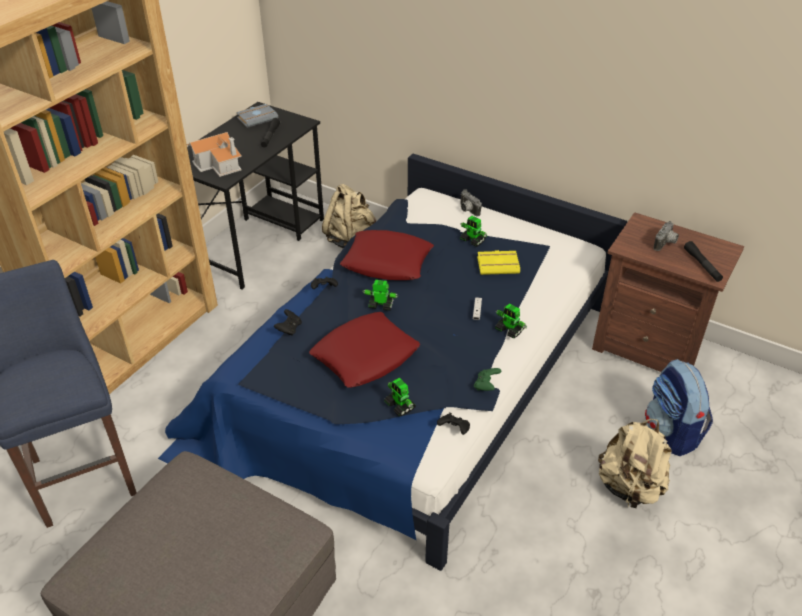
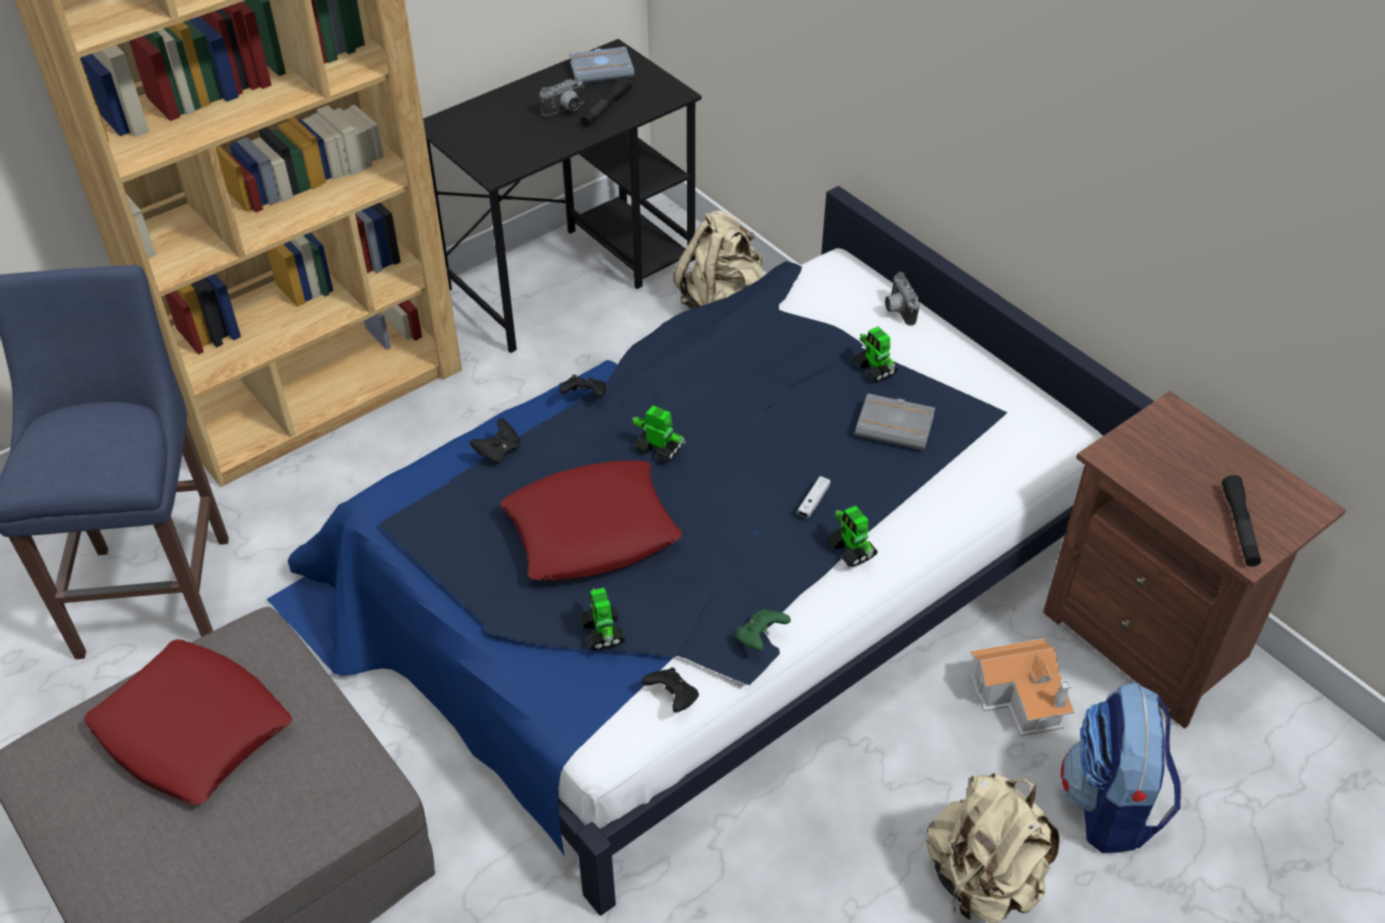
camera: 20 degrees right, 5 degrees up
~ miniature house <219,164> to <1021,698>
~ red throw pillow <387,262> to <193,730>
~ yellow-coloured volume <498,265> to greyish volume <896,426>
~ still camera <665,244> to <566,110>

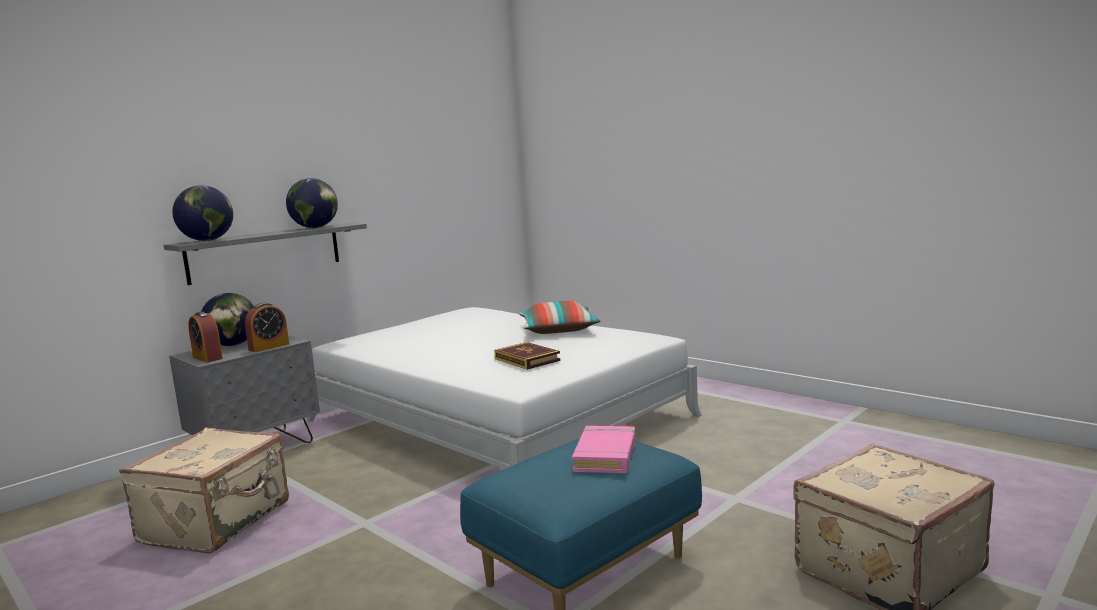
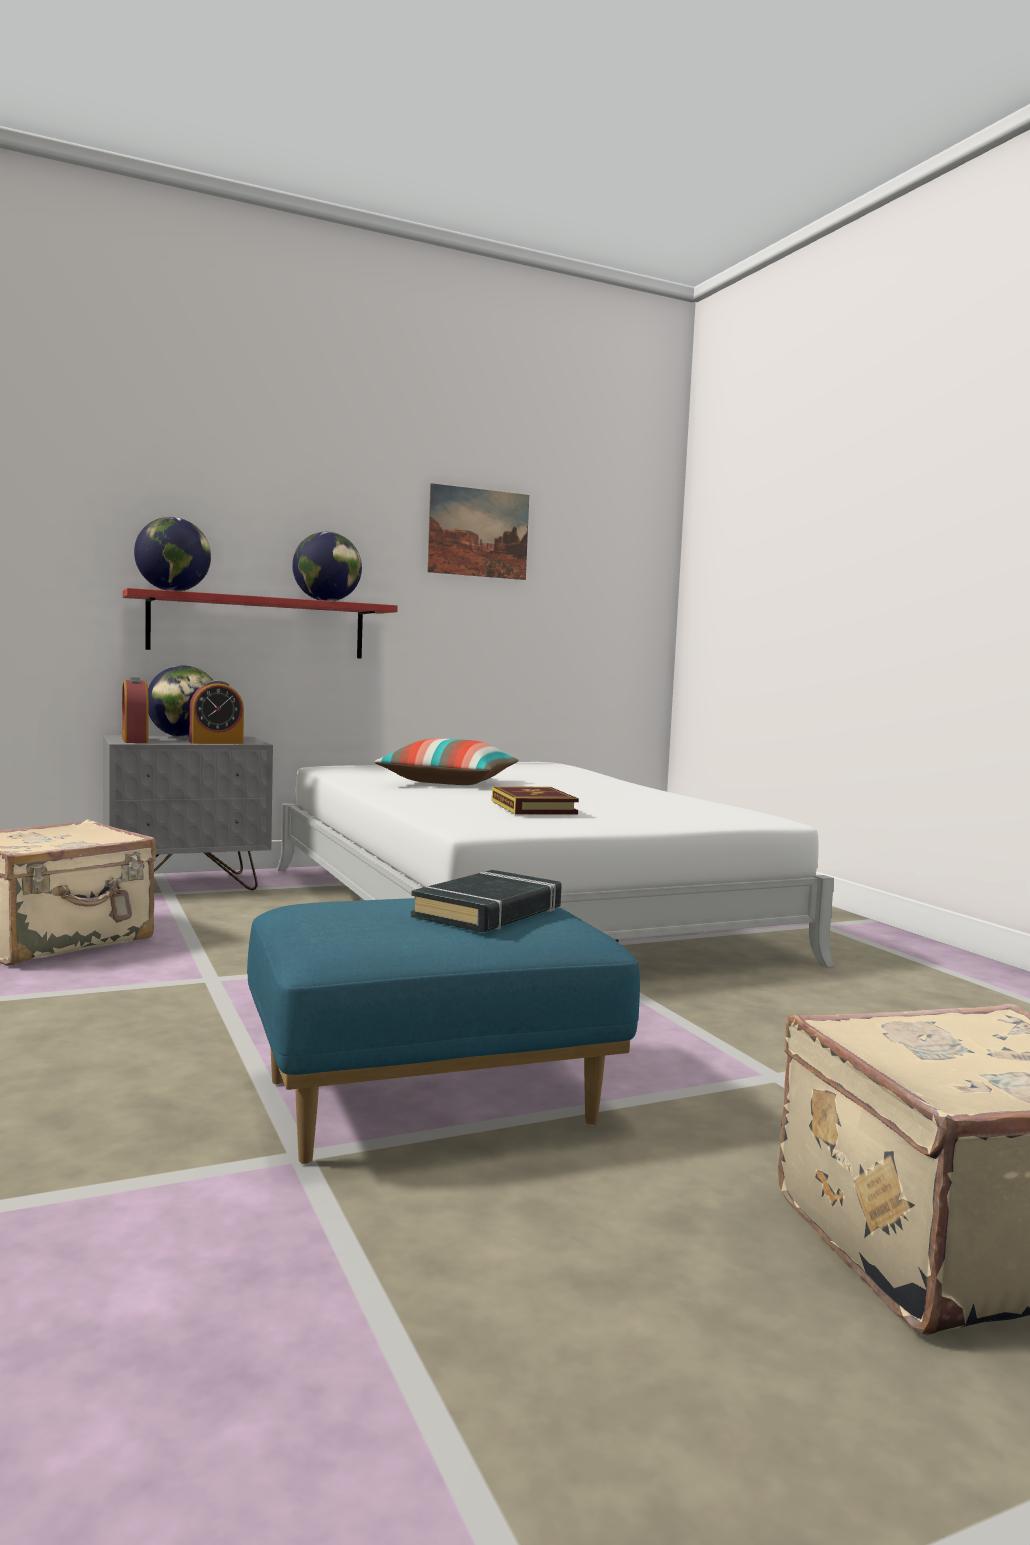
camera: 20 degrees right, 5 degrees down
~ greyish wall shelf <265,252> to red wall shelf <258,626>
~ throw pillow <558,330> to <448,782>
~ pink volume <606,455> to blackish volume <489,912>
+ picture <478,533>

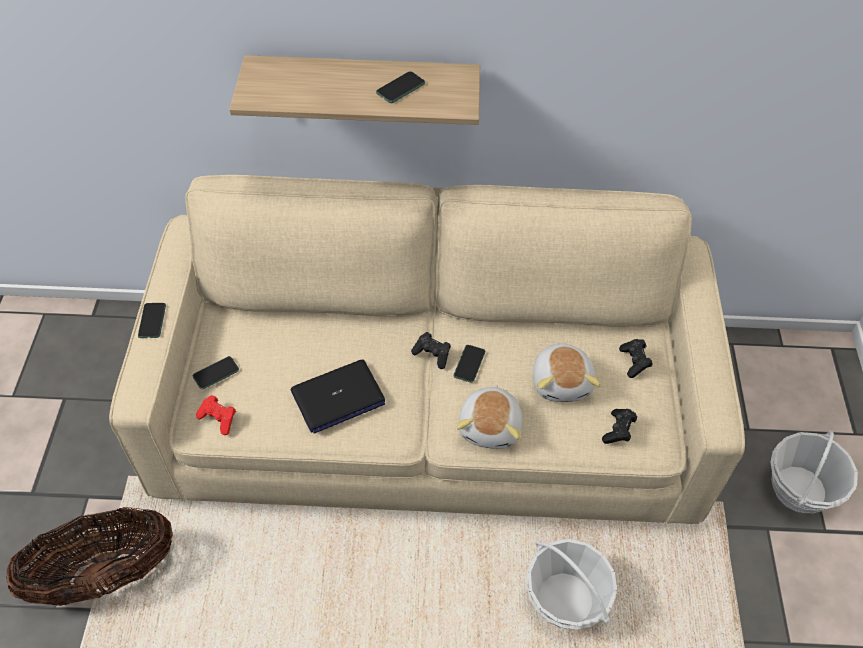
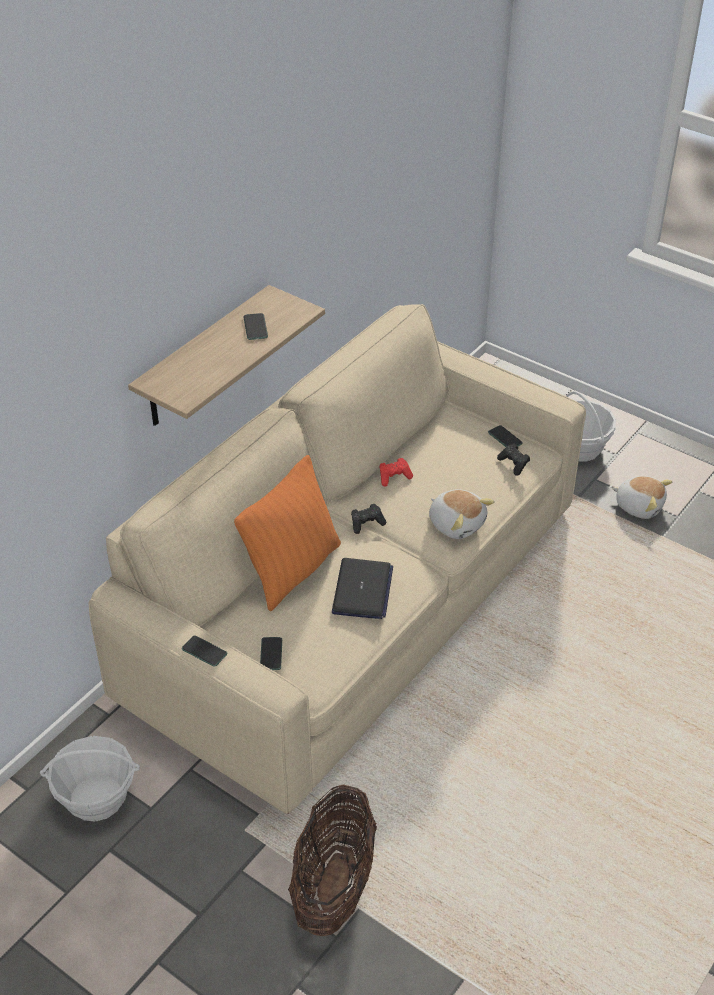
camera: 55 degrees left, 10 degrees down
~ red joypad <219,419> to <394,477>
~ phone <469,364> to <505,438>
~ household basket <565,600> to <97,798>
~ cuddly toy <562,382> to <639,505>
- blackish joypad <634,362>
+ orangey throw pillow <293,570>

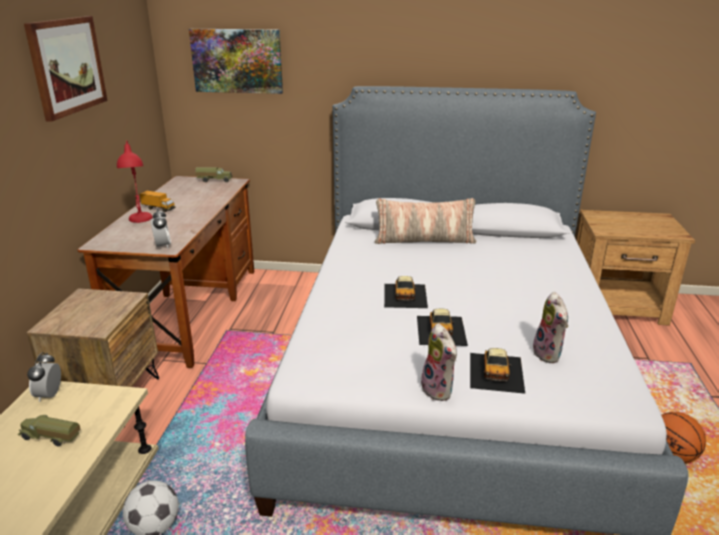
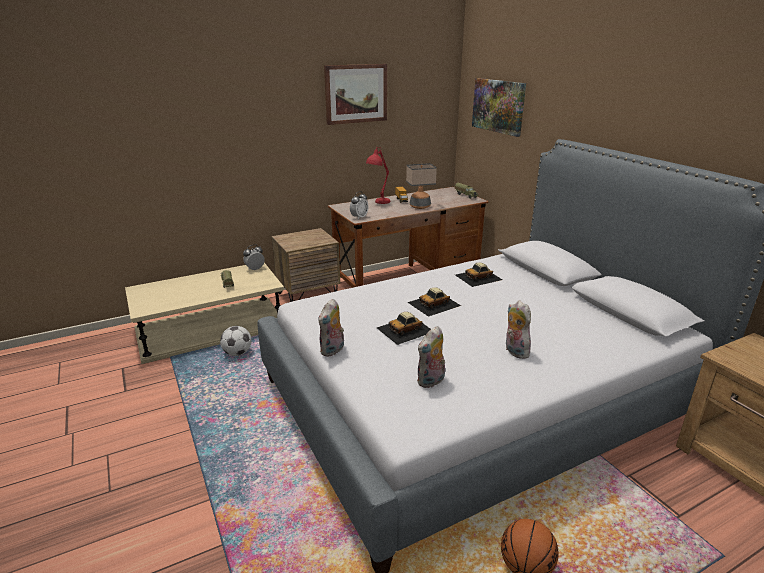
camera: 55 degrees right, 0 degrees up
- throw pillow <424,240>
~ miniature car <496,372> to <478,277>
+ lamp for a table <419,206>
+ cuddly toy <514,351>

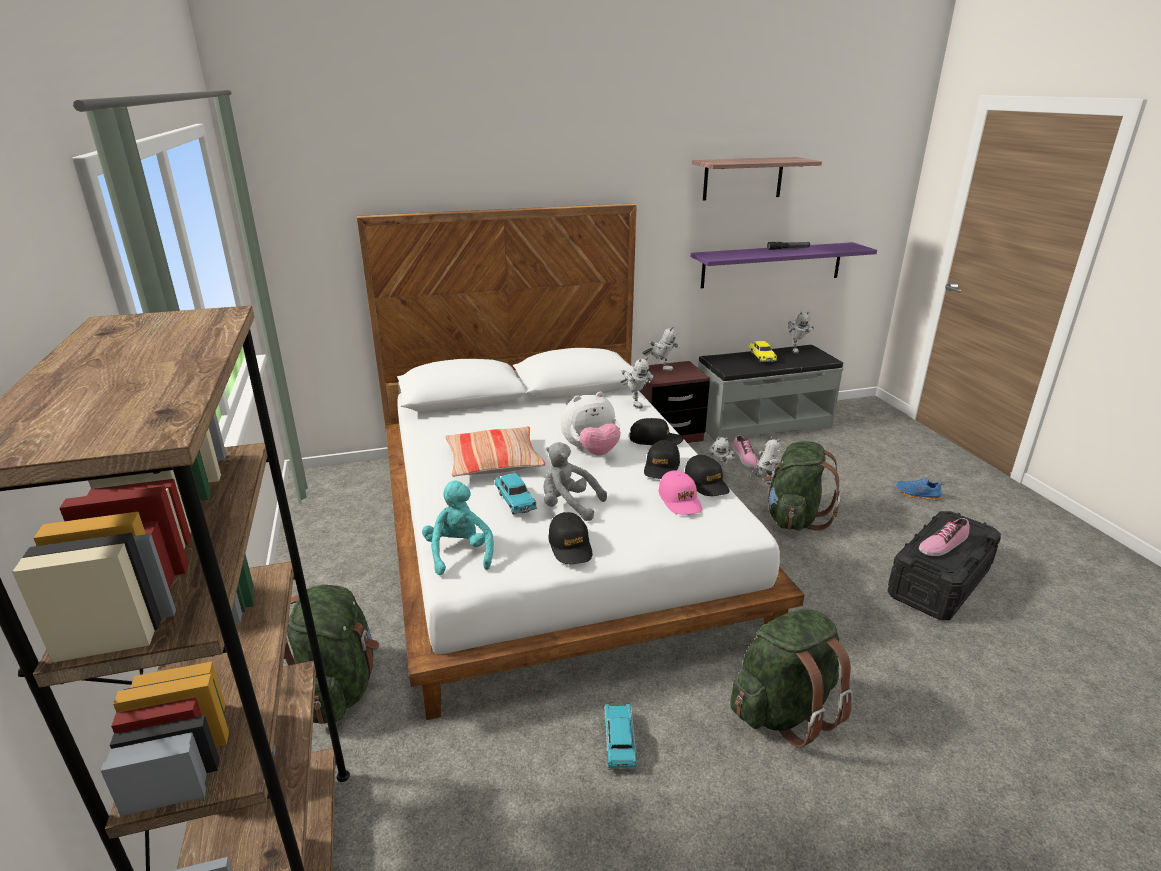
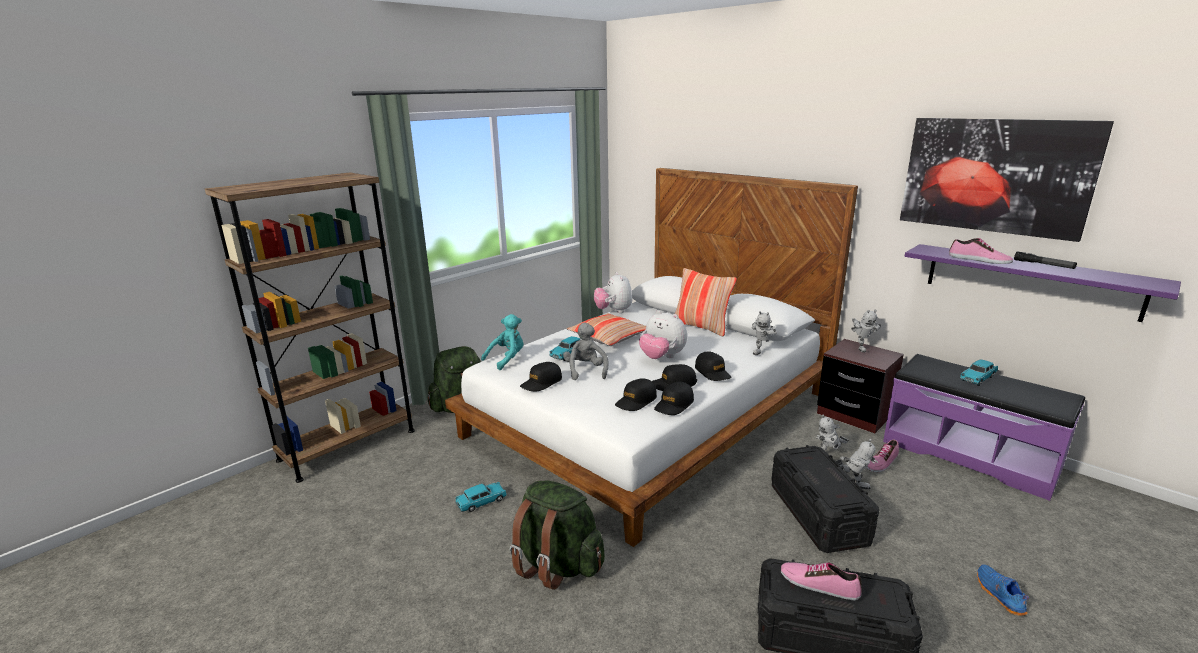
camera: 60 degrees right, 5 degrees down
~ pink baseball cap <680,500> to blackish baseball cap <636,401>
~ wall shelf <743,178> to picture <995,176>
~ greyish bench <761,423> to purplish bench <969,454>
~ yellow-coloured miniature car <762,357> to turquoise-coloured miniature car <977,378>
~ green rucksack <794,518> to blackish storage box <818,514>
- model robot <795,350>
+ cuddly toy <614,311>
+ throw pillow <701,327>
+ shoe <979,260>

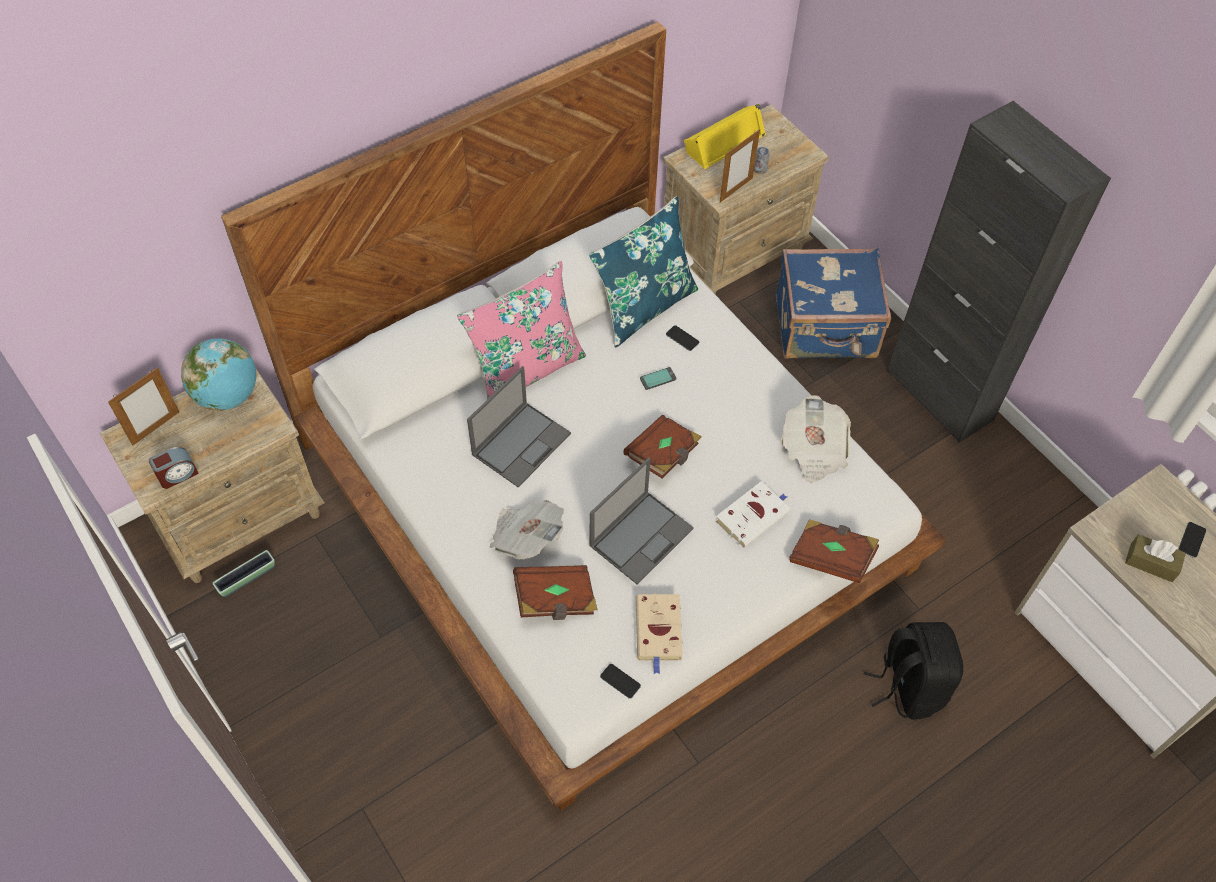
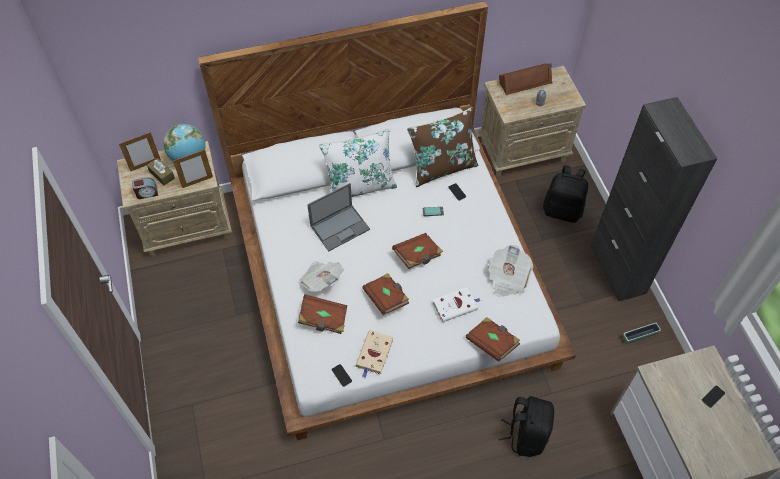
camera: 20 degrees right, 0 degrees up
~ planter <247,578> to <639,336>
~ pink throw pillow <526,369> to whitish throw pillow <360,186>
~ bluish throw pillow <643,306> to brown-coloured throw pillow <442,167>
~ portable computer <642,536> to brown-coloured volume <386,298>
~ yellow-coloured speaker <723,141> to brown-coloured speaker <524,81>
~ picture frame <736,190> to <197,182>
~ bluish suitcase <826,328> to blackish rucksack <562,210>
~ brown-coloured box of tissues <1151,563> to <162,175>

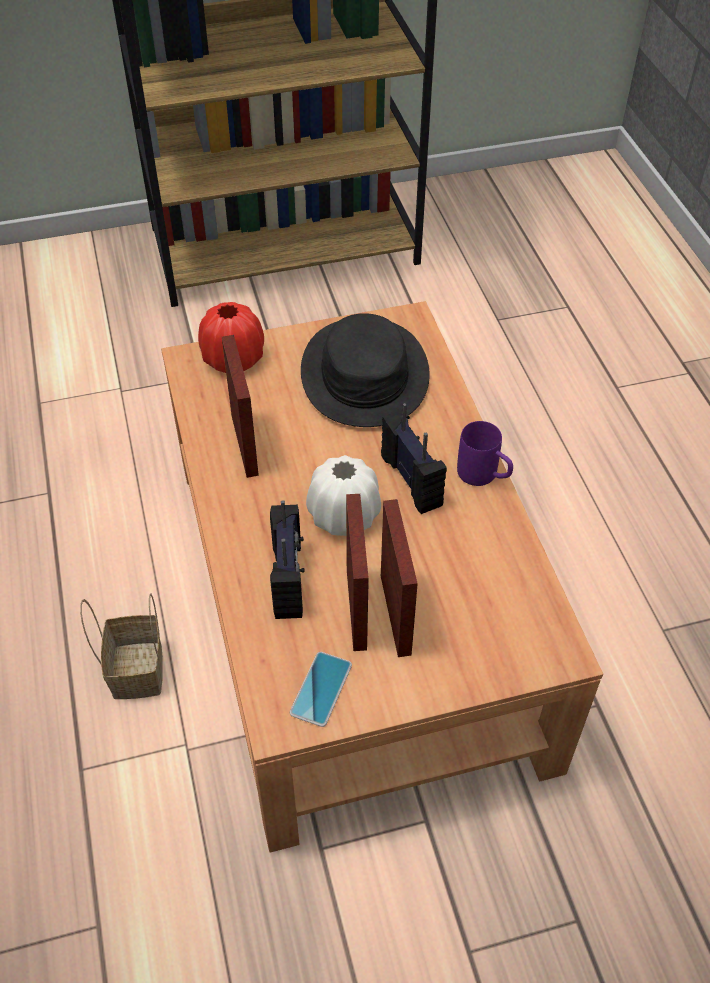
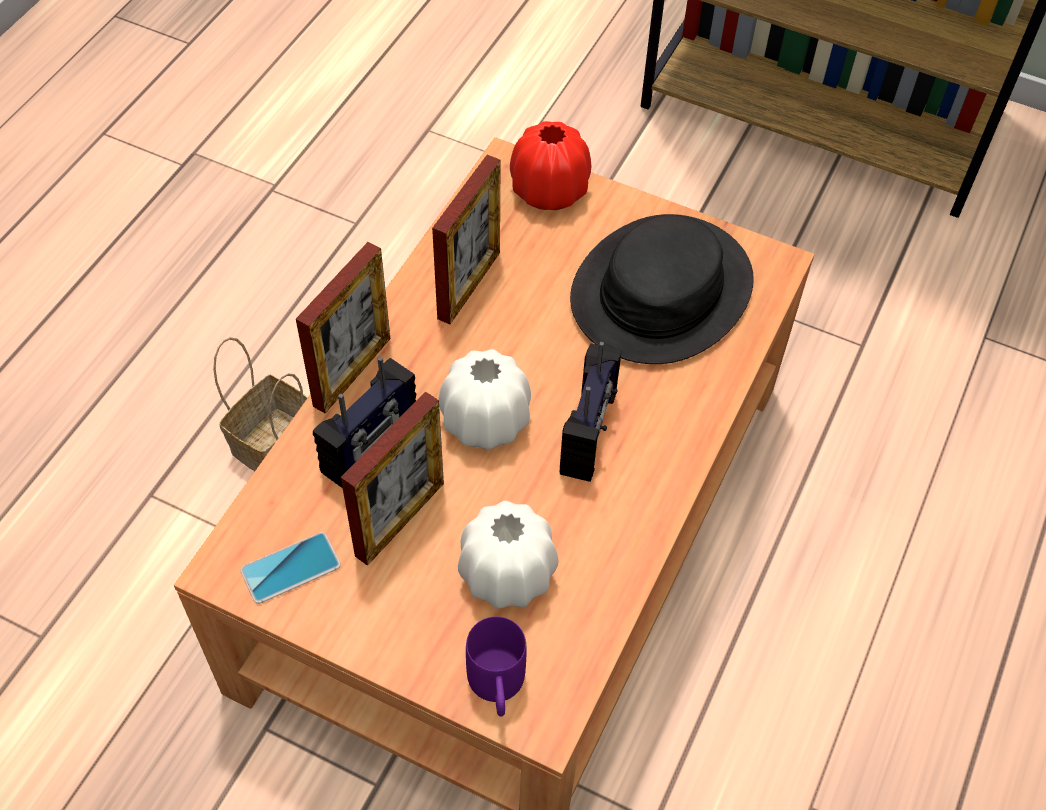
camera: 40 degrees right, 5 degrees up
~ picture frame <395,614> to <352,372>
~ purplish tea mug <484,476> to <497,689>
+ whitish decorative vase <507,574>

